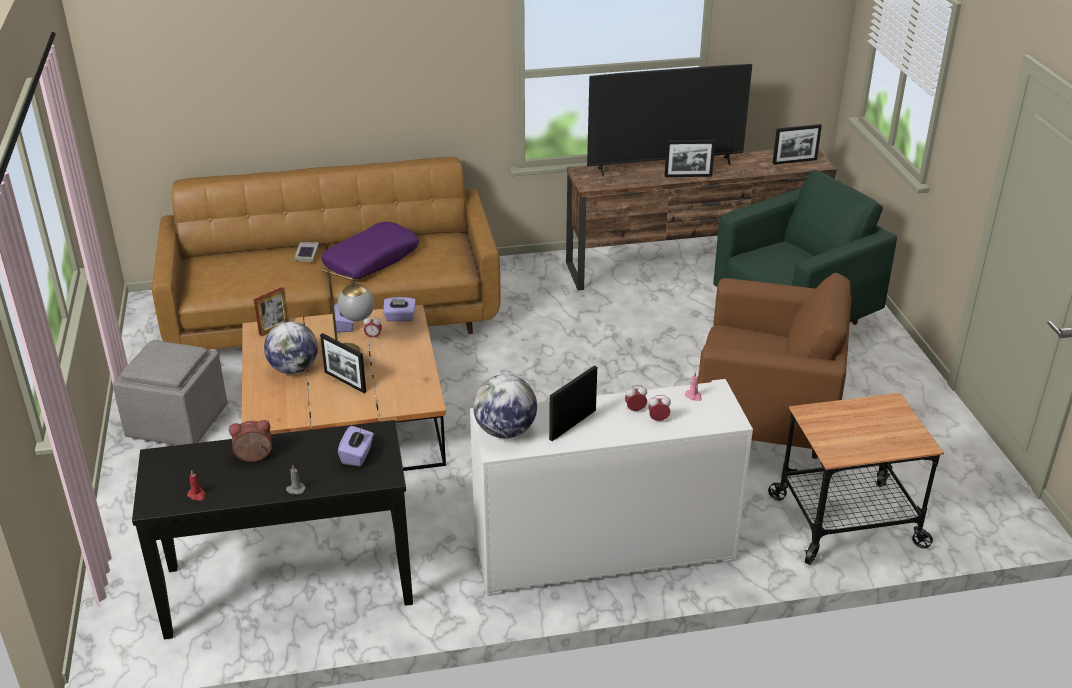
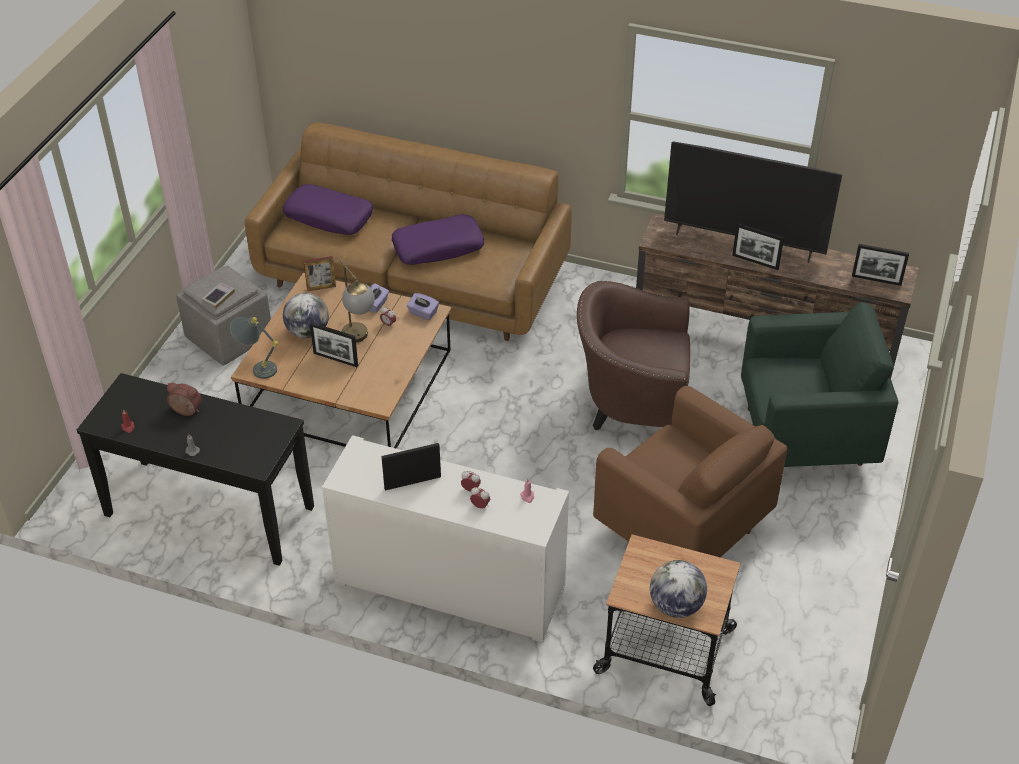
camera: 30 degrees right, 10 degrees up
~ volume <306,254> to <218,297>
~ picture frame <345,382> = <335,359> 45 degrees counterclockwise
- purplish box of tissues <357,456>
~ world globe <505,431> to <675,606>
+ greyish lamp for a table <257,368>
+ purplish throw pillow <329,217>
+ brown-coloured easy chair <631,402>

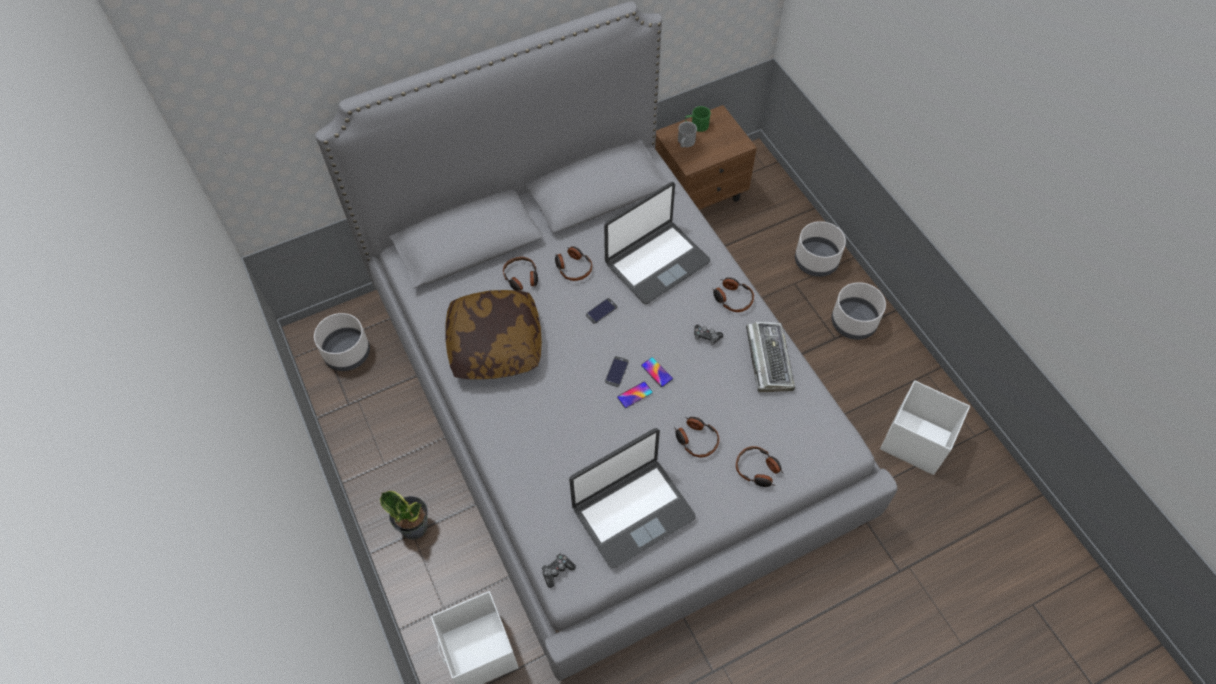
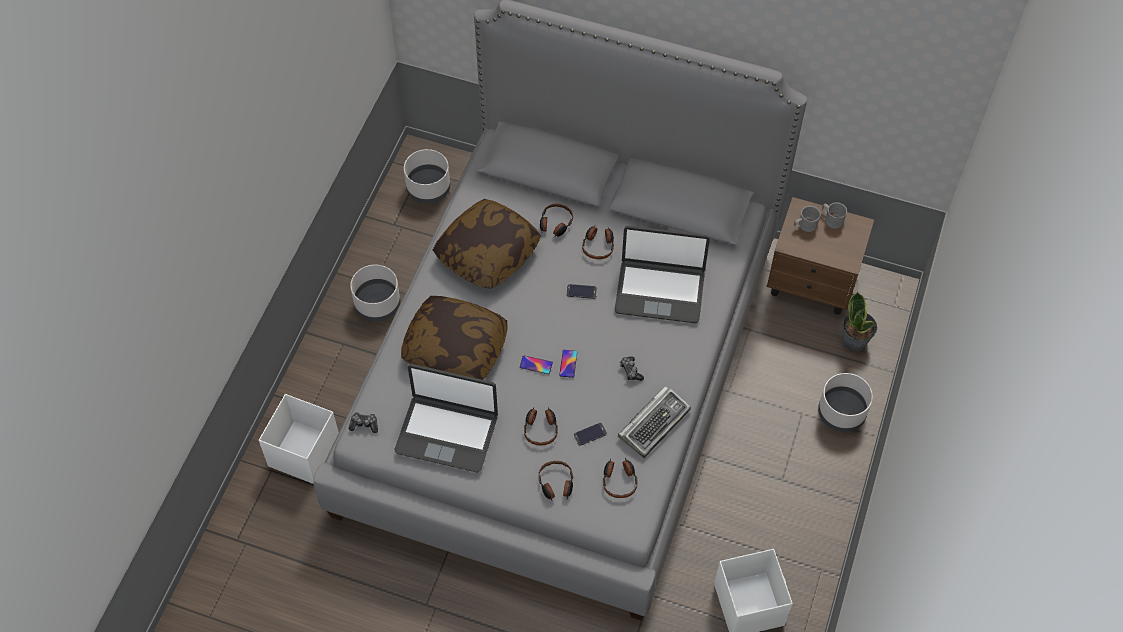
camera: 45 degrees right, 0 degrees up
~ plant in a pot <414,526> to <854,341>
~ phone <617,371> to <590,434>
~ green tea mug <697,125> to greyish tea mug <831,219>
~ headphones <732,298> to <619,480>
~ greyish planter <853,323> to <377,304>
+ throw pillow <455,348>

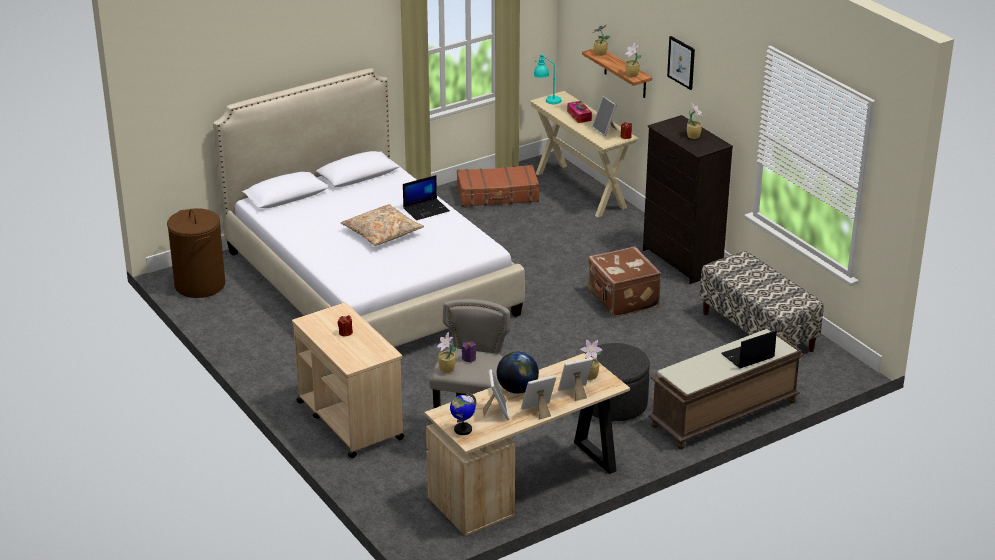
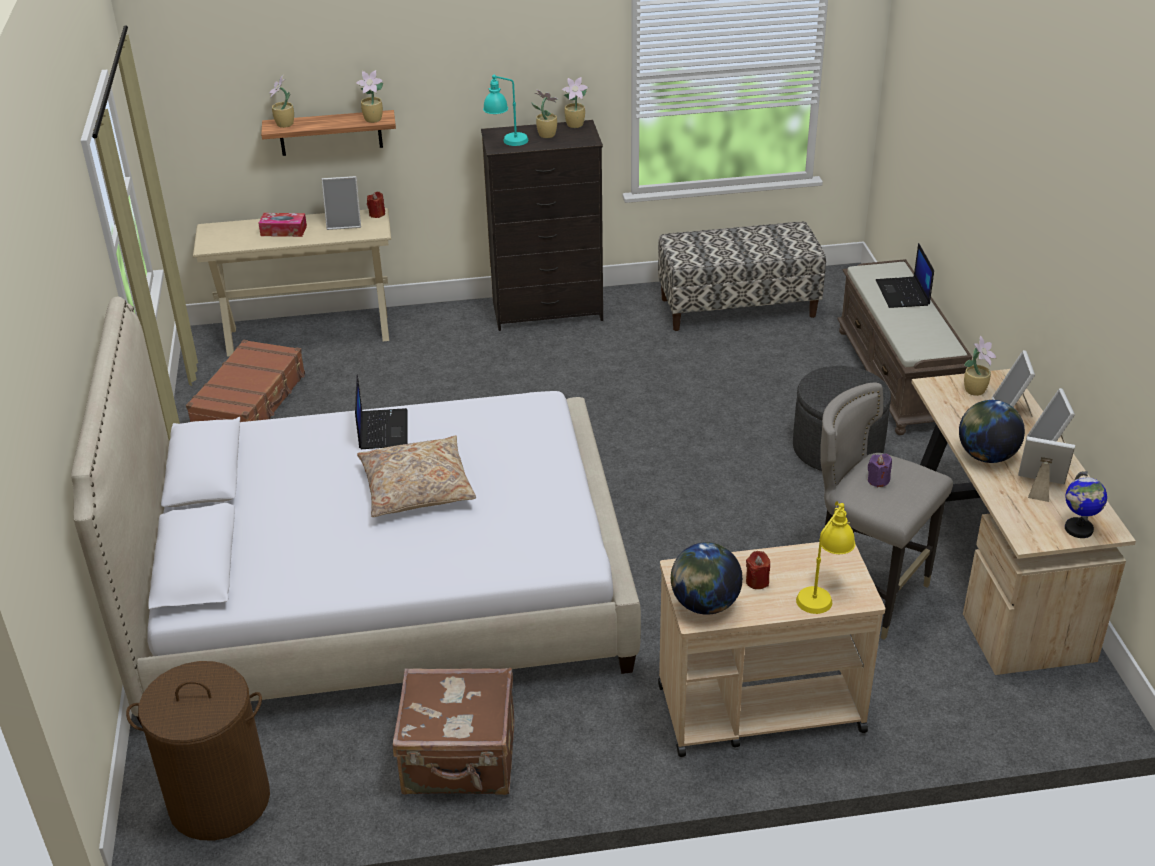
camera: 65 degrees left, 5 degrees up
~ plant in a pot <446,369> to <576,125>
~ turquoise-coloured lamp for a table <547,99> to <507,143>
~ brown-coloured suitcase <622,299> to <460,760>
- picture <681,62>
+ world globe <704,604>
+ yellow-coloured lamp for a table <822,592>

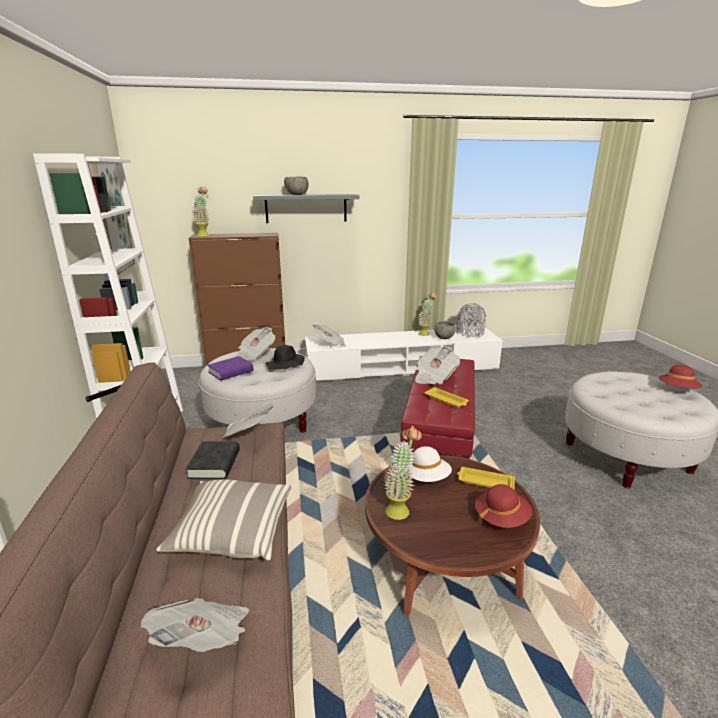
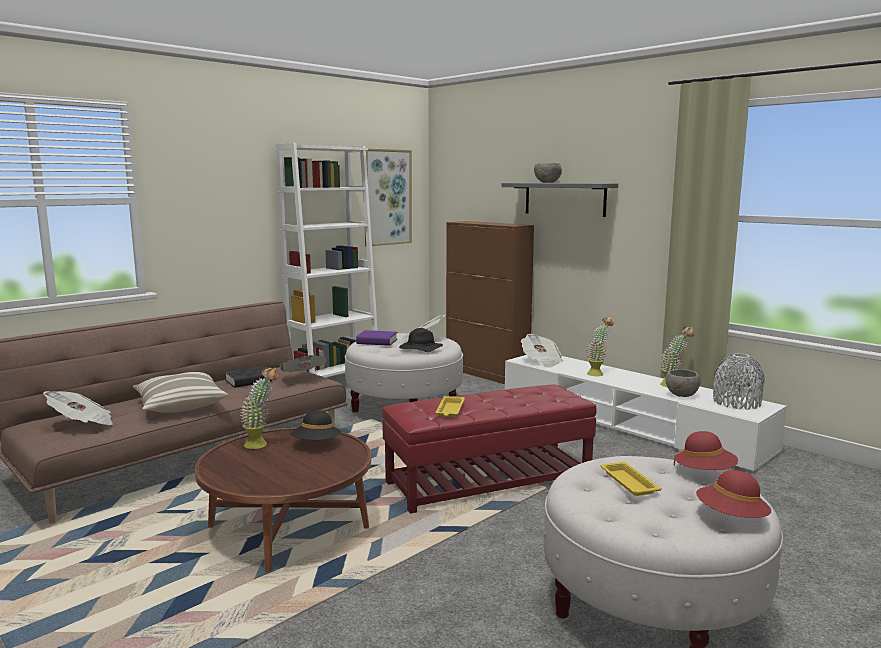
camera: 55 degrees right, 10 degrees down
~ plant in a pot <204,235> to <598,373>
~ whitish hat <426,478> to blackish hat <316,444>
- printed paper <434,377>
~ yellow-coloured serving tray <484,482> to <628,482>
~ red hat <501,518> to <704,472>

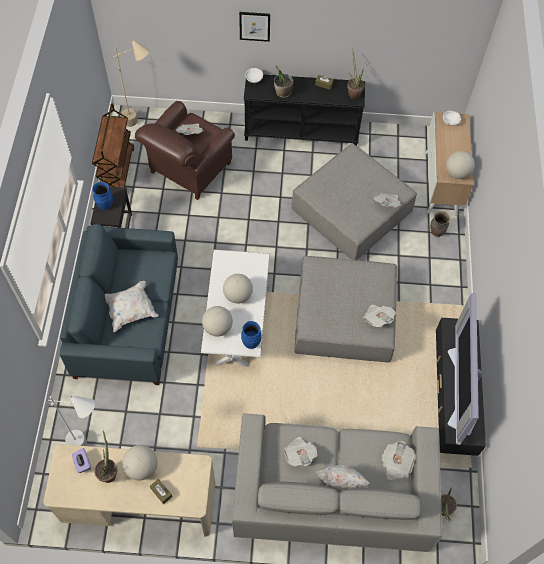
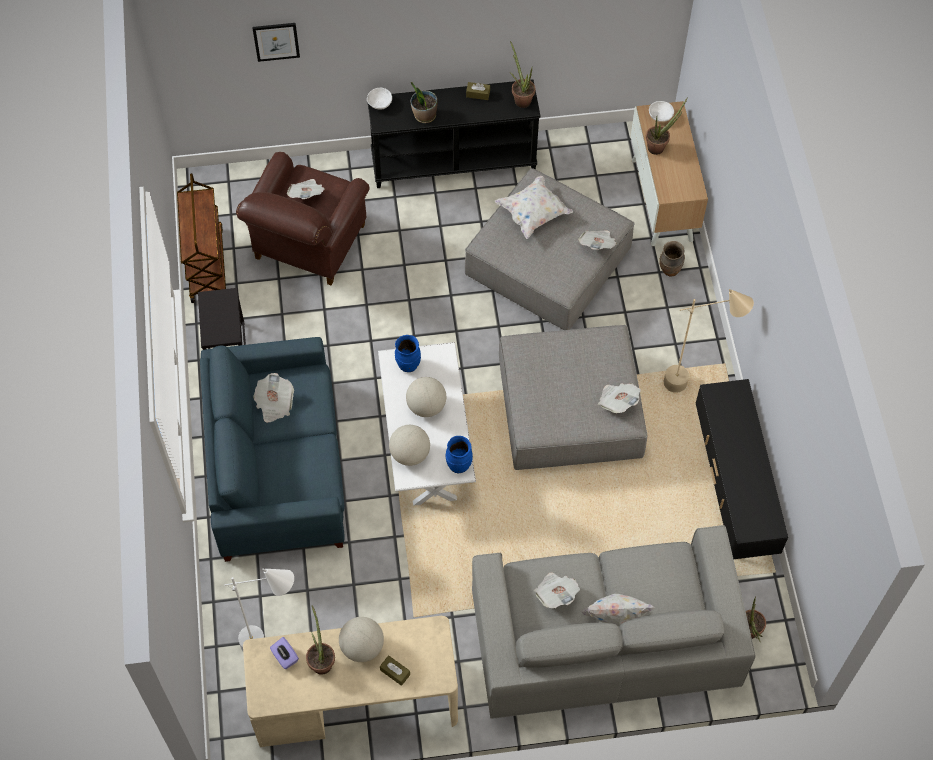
camera: 10 degrees left, 0 degrees up
~ bluish decorative vase <105,205> to <408,364>
~ whitish throw pillow <130,310> to <533,214>
~ beige floor lamp <141,124> to <695,386>
~ picture <254,26> to <276,41>
~ printed paper <396,464> to <274,404>
- world globe <457,173>
- TV <462,389>
+ plant in a pot <659,146>

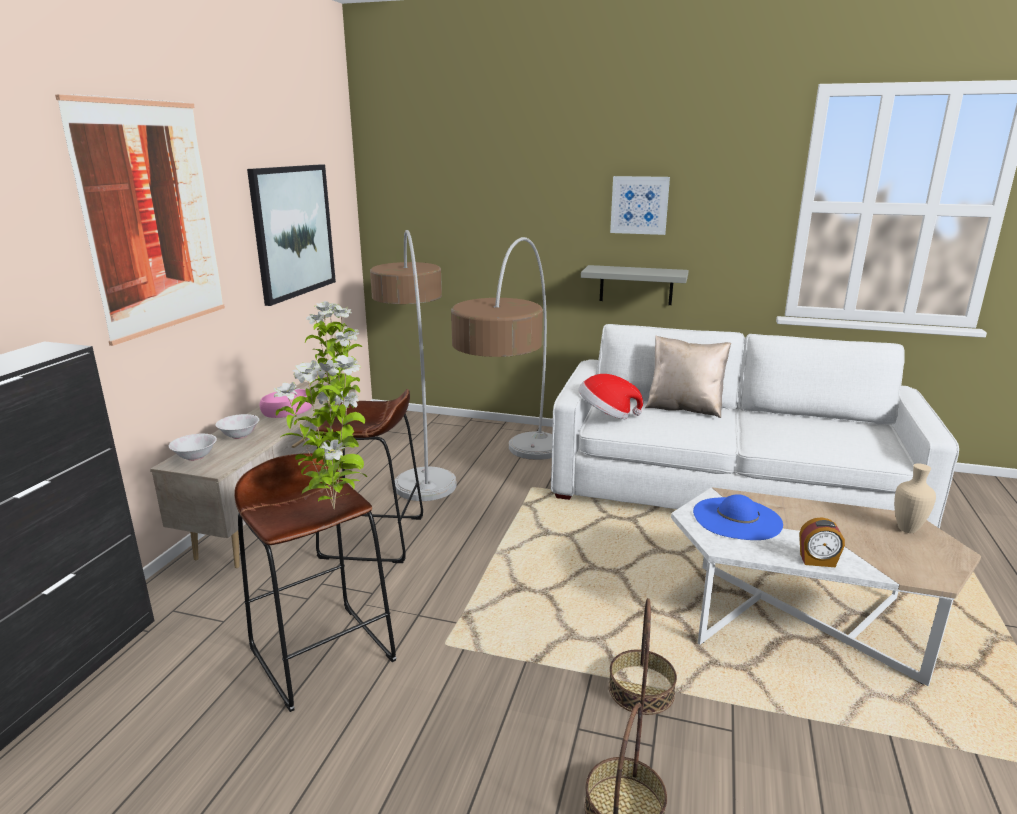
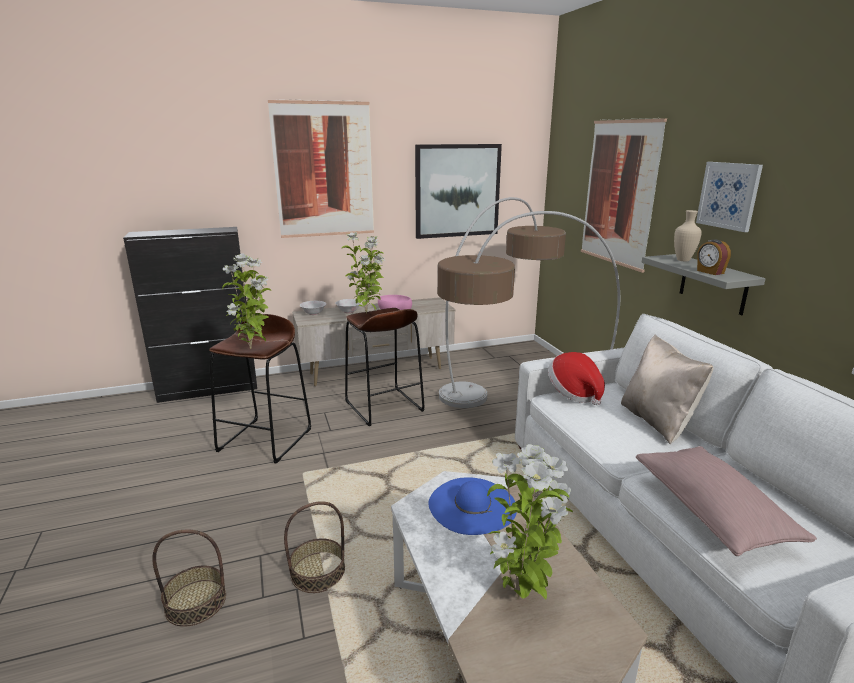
camera: 55 degrees right, 0 degrees up
~ bedside clock <817,561> to <710,272>
~ beige decorative vase <906,529> to <682,260>
+ plant in a pot <520,598>
+ picture <619,193>
+ pink throw pillow <711,512>

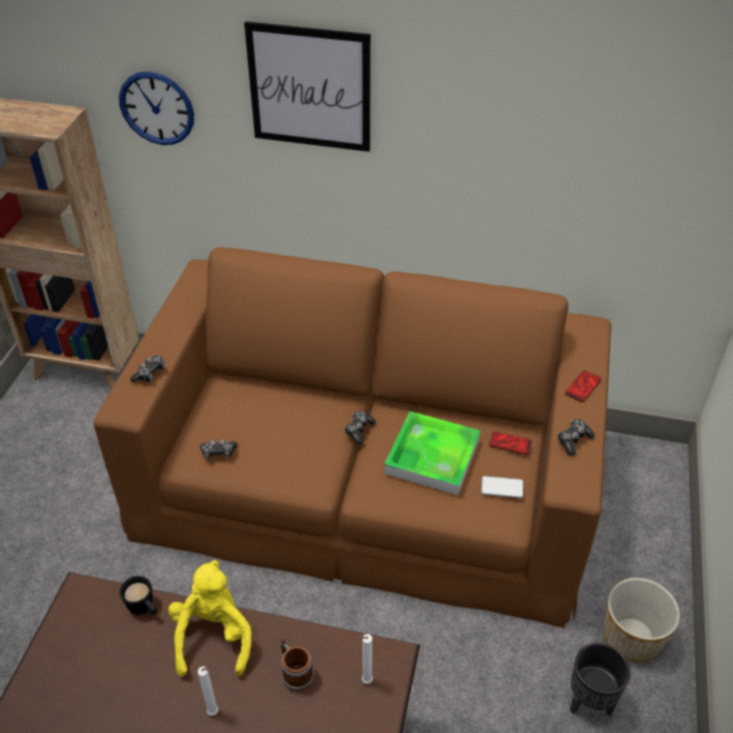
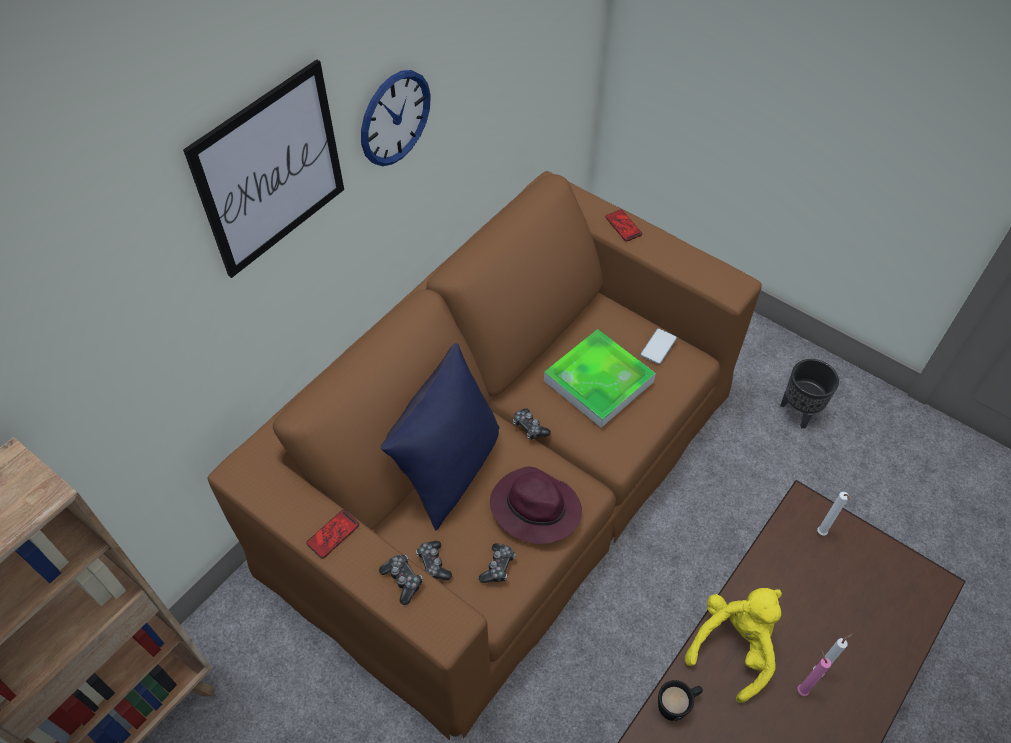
camera: 65 degrees left, 10 degrees up
~ clock on the wall <157,108> to <395,118>
~ yellow-coloured cuddly toy <213,636> = <734,646> 105 degrees clockwise
- tea mug <294,672>
~ phone <510,443> to <333,534>
~ joypad <573,440> to <433,564>
- planter <632,638>
+ bluish throw pillow <449,470>
+ purplish hat <534,508>
+ pink wax candle <800,689>

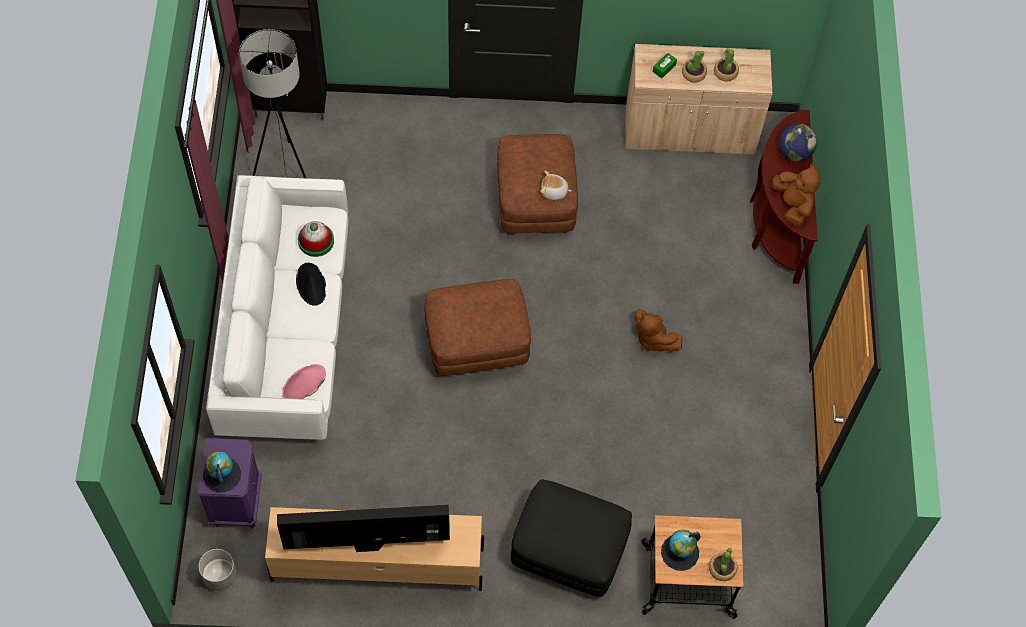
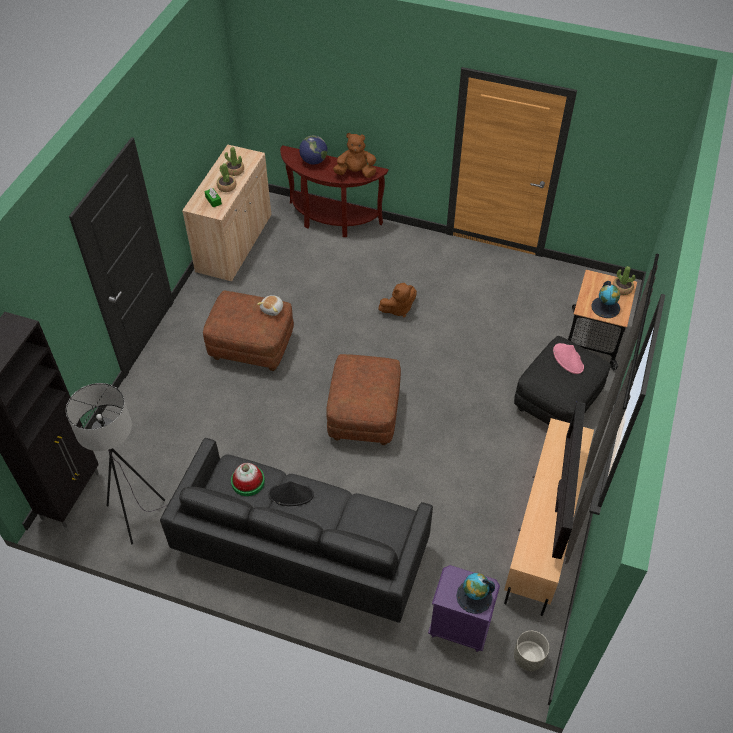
camera: 70 degrees left, 10 degrees down
~ whitish sofa <287,330> to blackish sofa <302,549>
~ pink hat <304,383> to <568,359>

